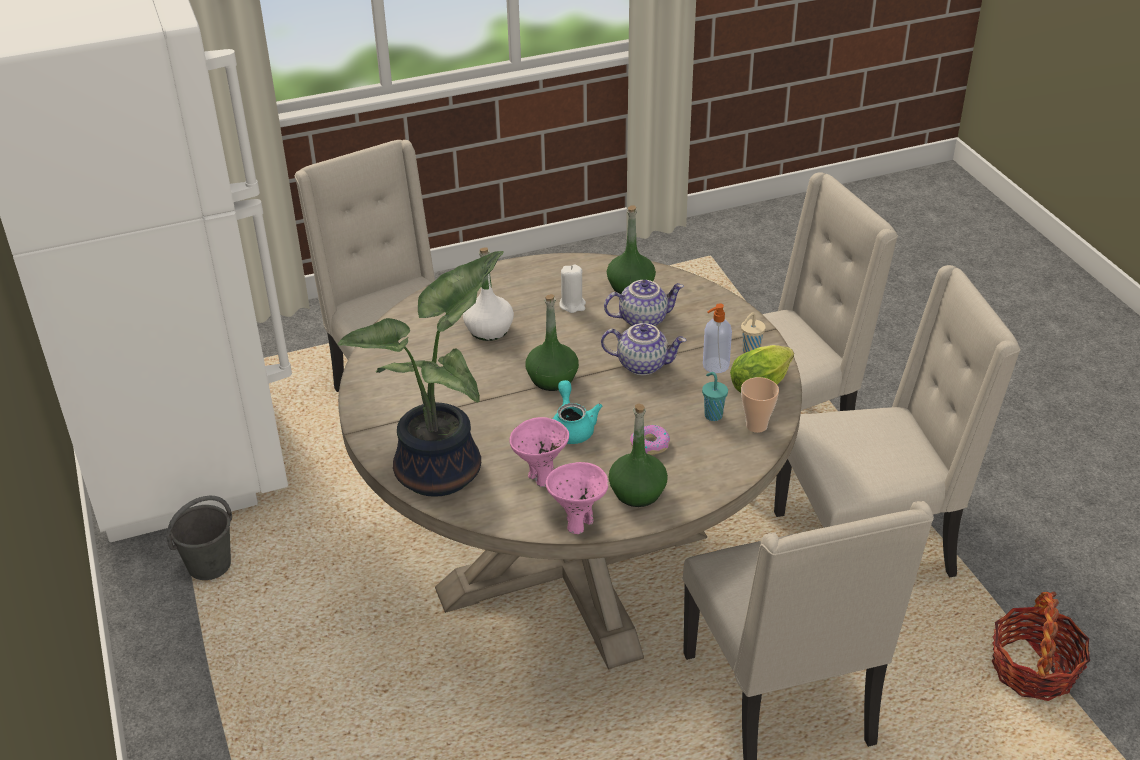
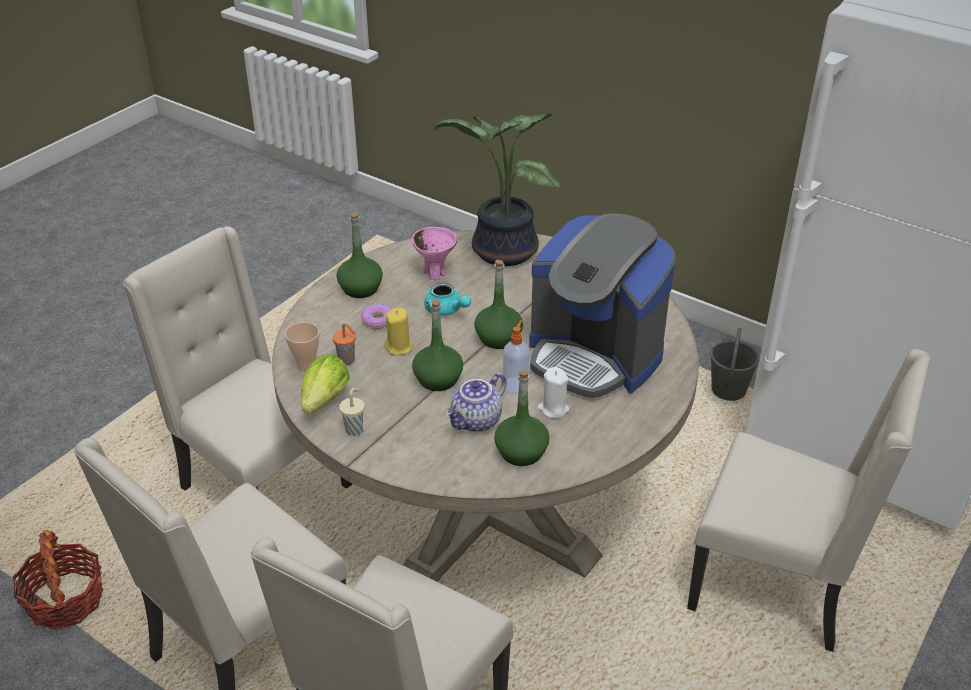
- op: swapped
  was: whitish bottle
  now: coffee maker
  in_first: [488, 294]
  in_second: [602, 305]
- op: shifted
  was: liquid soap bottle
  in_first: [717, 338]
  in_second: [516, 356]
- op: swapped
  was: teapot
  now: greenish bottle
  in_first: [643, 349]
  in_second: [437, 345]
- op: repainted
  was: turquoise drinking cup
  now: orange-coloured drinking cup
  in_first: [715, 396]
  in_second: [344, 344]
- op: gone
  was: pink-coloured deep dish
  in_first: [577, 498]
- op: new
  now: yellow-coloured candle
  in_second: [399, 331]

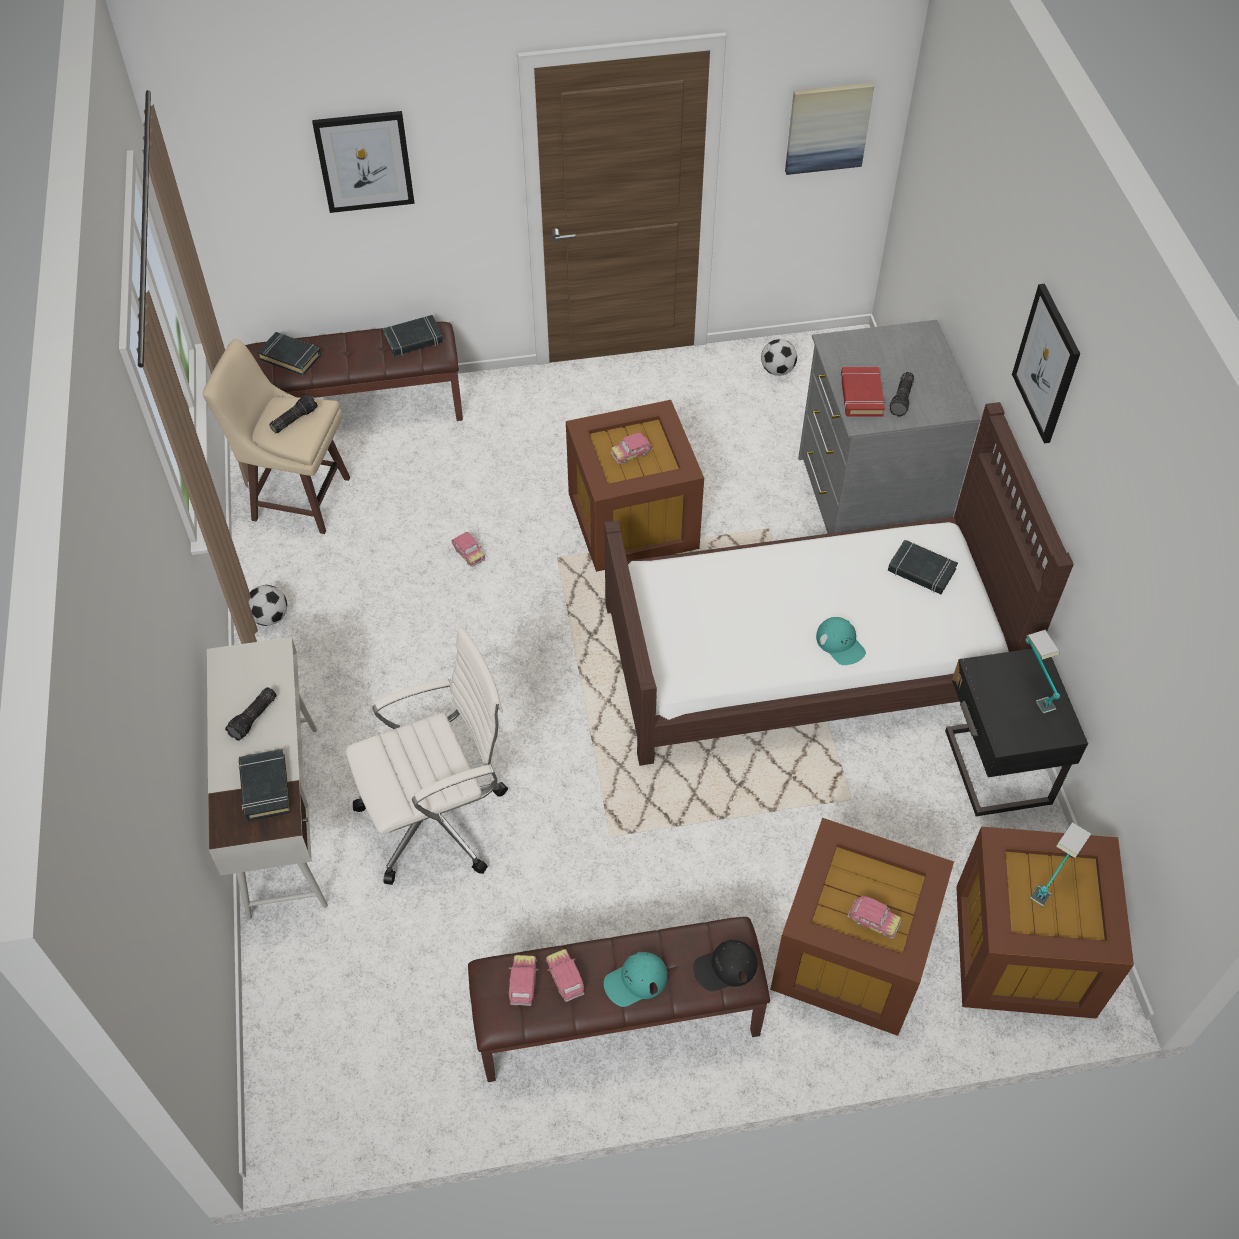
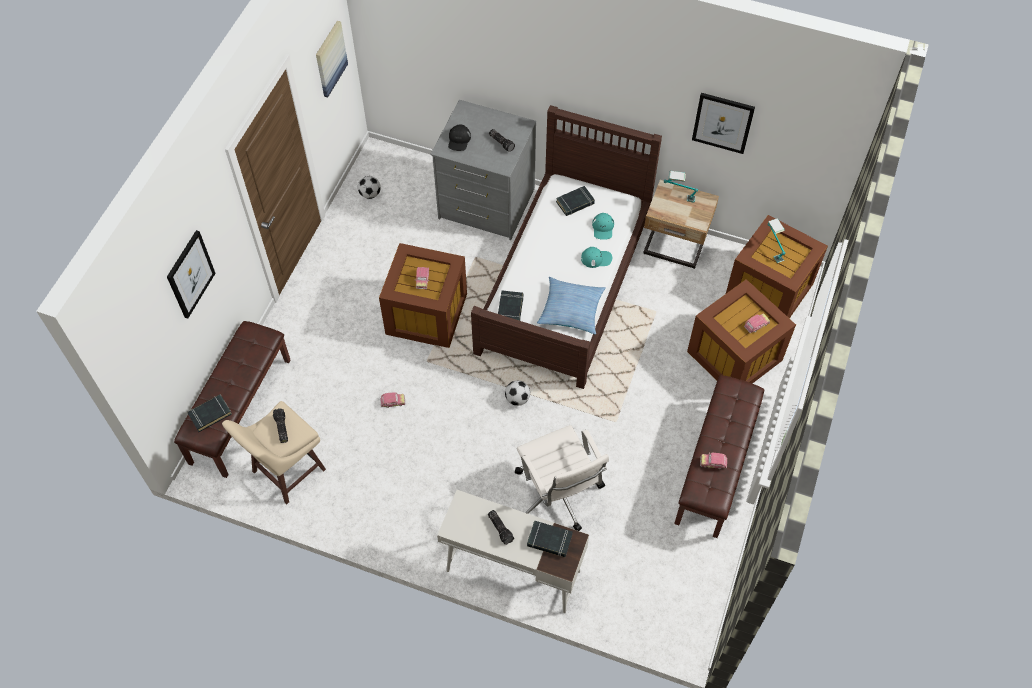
- op: shifted
  was: wall art
  in_first: [1046, 363]
  in_second: [723, 123]
- op: shifted
  was: black-coloured volume
  in_first: [413, 336]
  in_second: [511, 306]
- op: gone
  was: red volume
  in_first: [863, 392]
- op: shifted
  was: football ball
  in_first: [268, 605]
  in_second: [517, 393]
- op: rotated
  was: whitish office chair
  in_first: [427, 756]
  in_second: [562, 478]
  clockwise: 150
- op: repainted
  was: black-coloured bedside table
  now: beige bedside table
  in_first: [1016, 732]
  in_second: [681, 224]
- op: shifted
  was: black-coloured baseball cap
  in_first: [725, 965]
  in_second: [459, 138]
- op: shifted
  was: turquoise baseball cap
  in_first: [636, 979]
  in_second: [603, 226]
- op: gone
  was: toy car
  in_first: [524, 980]
- op: new
  now: cushion
  in_second: [571, 305]

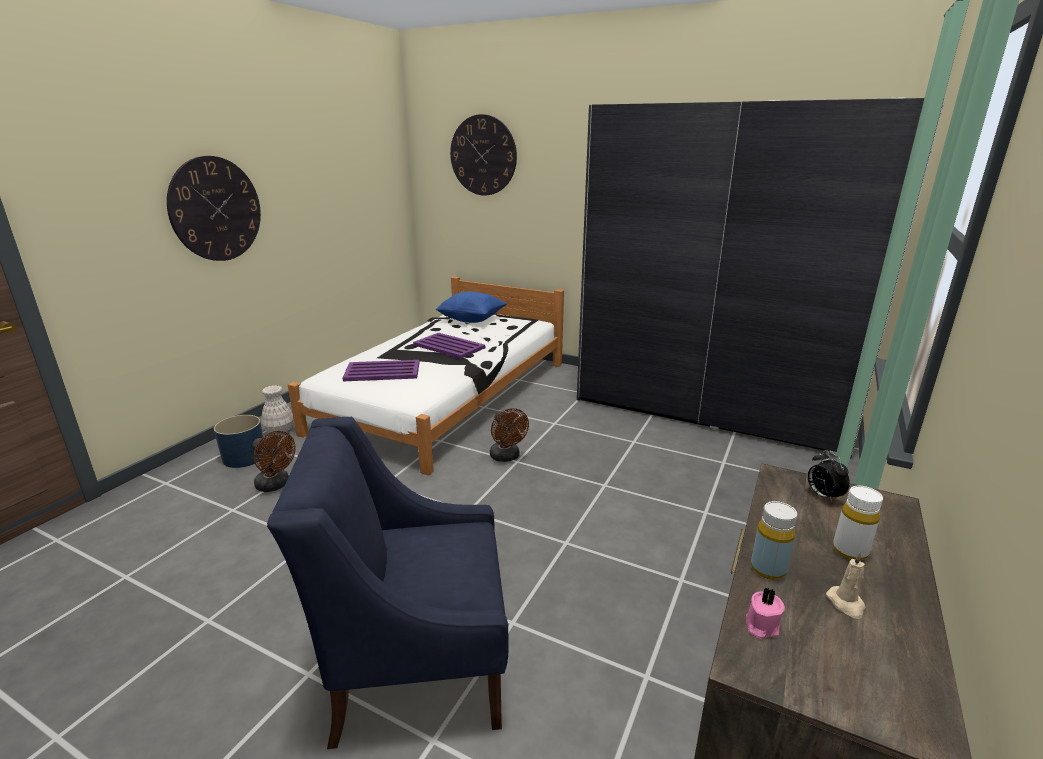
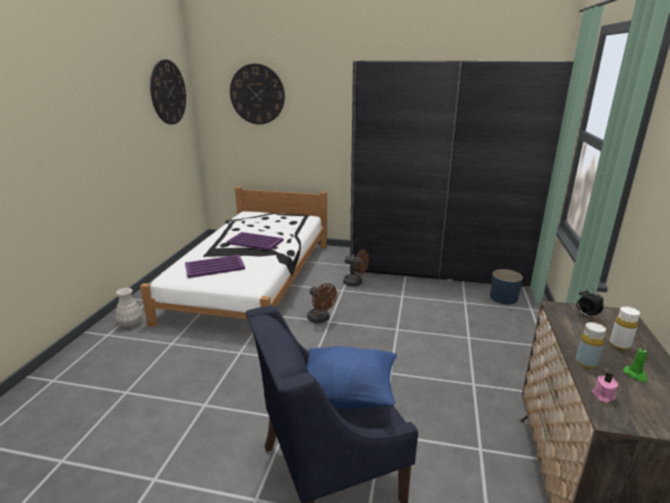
- op: shifted
  was: hanging clock
  in_first: [214, 208]
  in_second: [168, 92]
- op: shifted
  was: blue cushion
  in_first: [471, 307]
  in_second: [352, 377]
- op: shifted
  was: blue plant pot
  in_first: [238, 441]
  in_second: [506, 286]
- op: shifted
  was: brown-coloured cooling fan
  in_first: [274, 461]
  in_second: [356, 267]
- op: repainted
  was: beige candle
  now: greenish candle
  in_first: [846, 585]
  in_second: [635, 363]

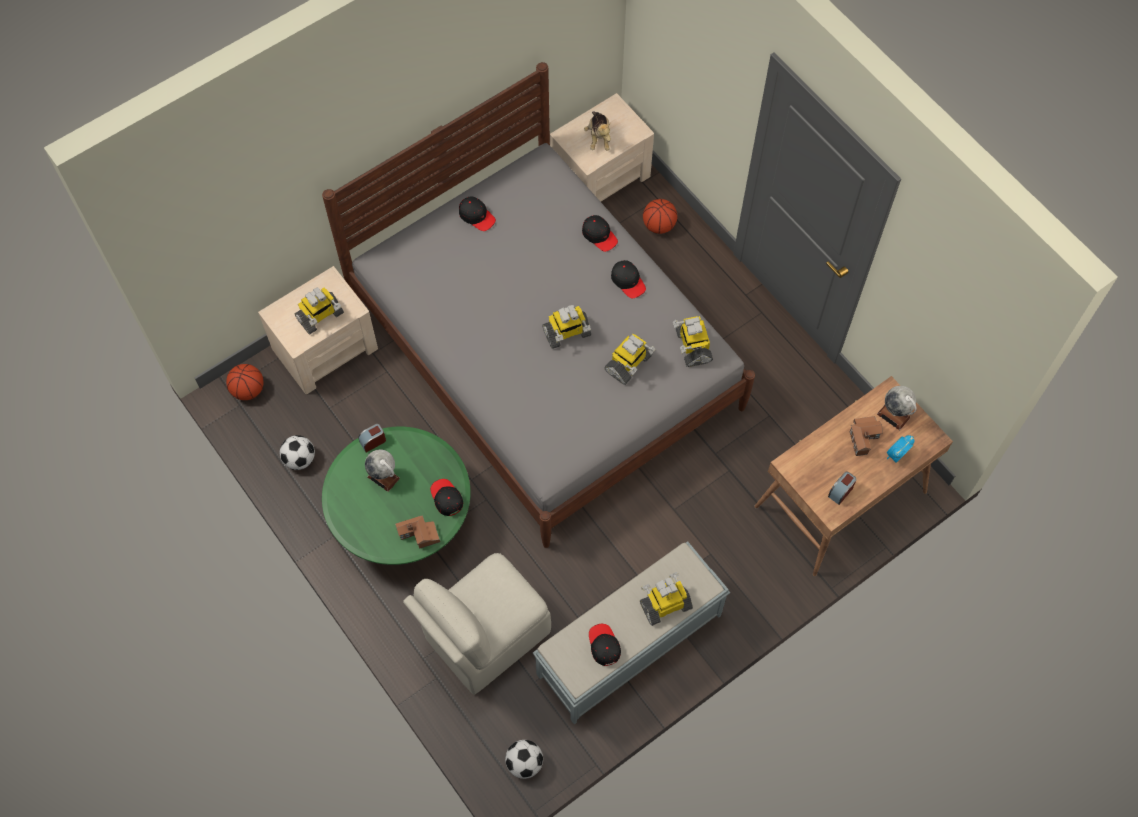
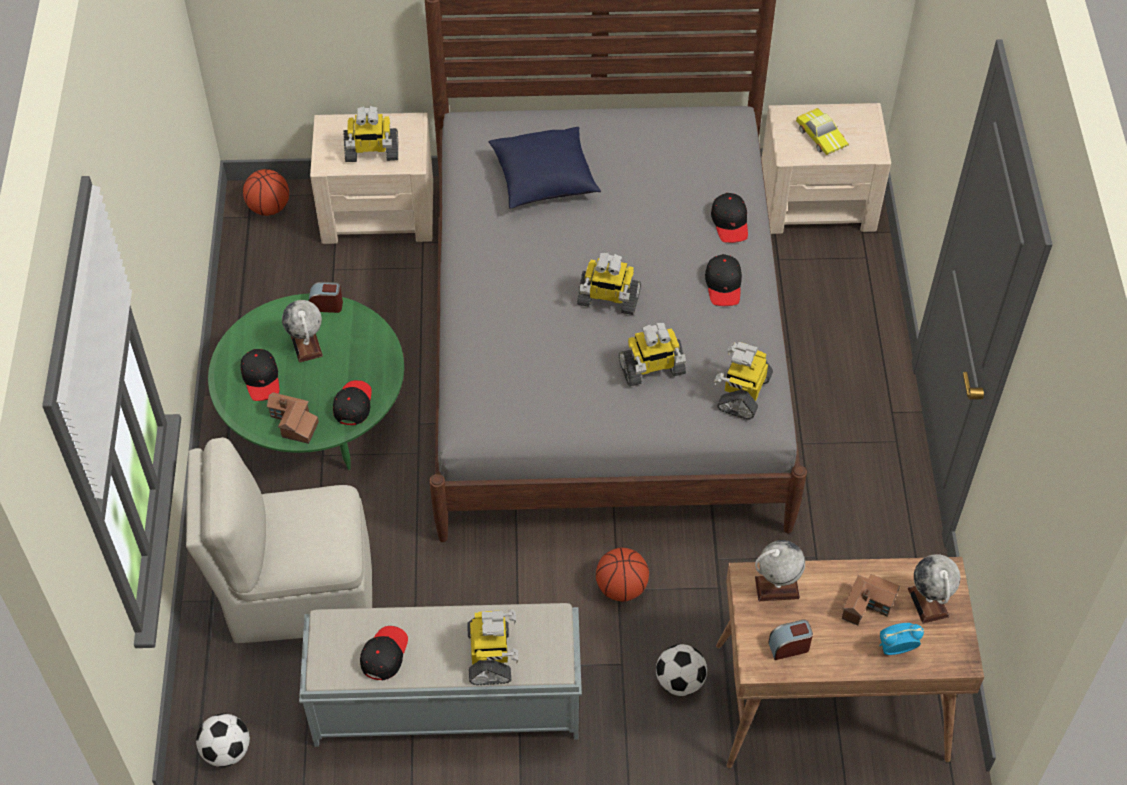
- op: swapped
  was: cuddly toy
  now: toy car
  in_first: [597, 131]
  in_second: [822, 131]
- op: shifted
  was: black-coloured baseball cap
  in_first: [477, 213]
  in_second: [259, 375]
- op: shifted
  was: basketball
  in_first: [660, 216]
  in_second: [622, 575]
- op: shifted
  was: football ball
  in_first: [297, 452]
  in_second: [681, 670]
- op: rotated
  was: model robot
  in_first: [666, 599]
  in_second: [492, 647]
  clockwise: 75
- op: new
  now: blue cushion
  in_second: [545, 168]
- op: new
  now: globe
  in_second: [780, 570]

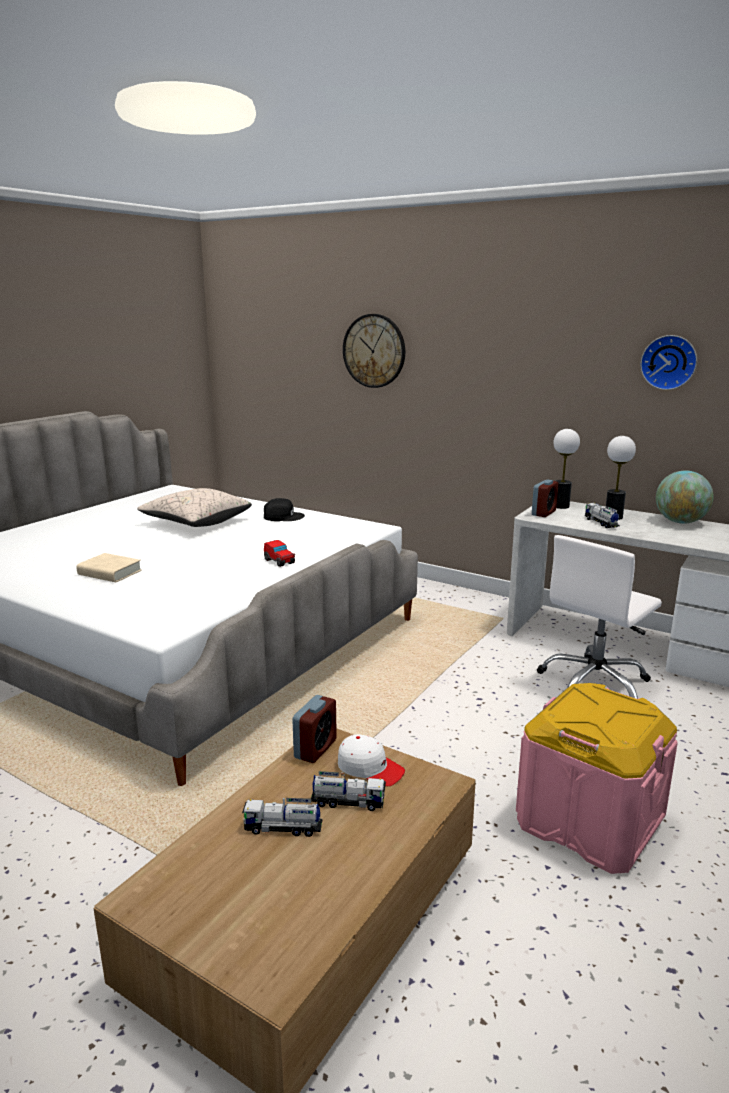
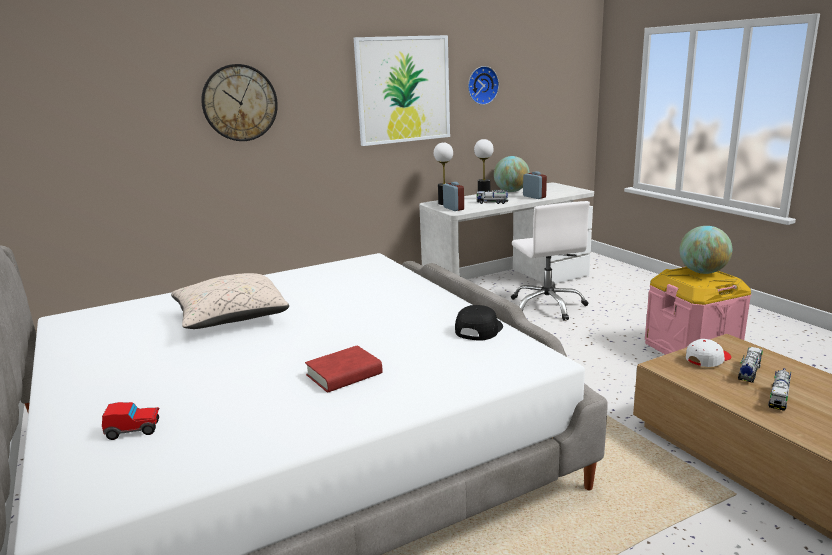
- op: shifted
  was: black-coloured baseball cap
  in_first: [284, 509]
  in_second: [479, 323]
- op: shifted
  was: toy car
  in_first: [279, 553]
  in_second: [131, 421]
- op: repainted
  was: beige volume
  now: red volume
  in_first: [109, 567]
  in_second: [344, 369]
- op: shifted
  was: bedside clock
  in_first: [314, 729]
  in_second: [535, 185]
- op: new
  now: wall art
  in_second: [402, 90]
- op: new
  now: globe
  in_second: [705, 250]

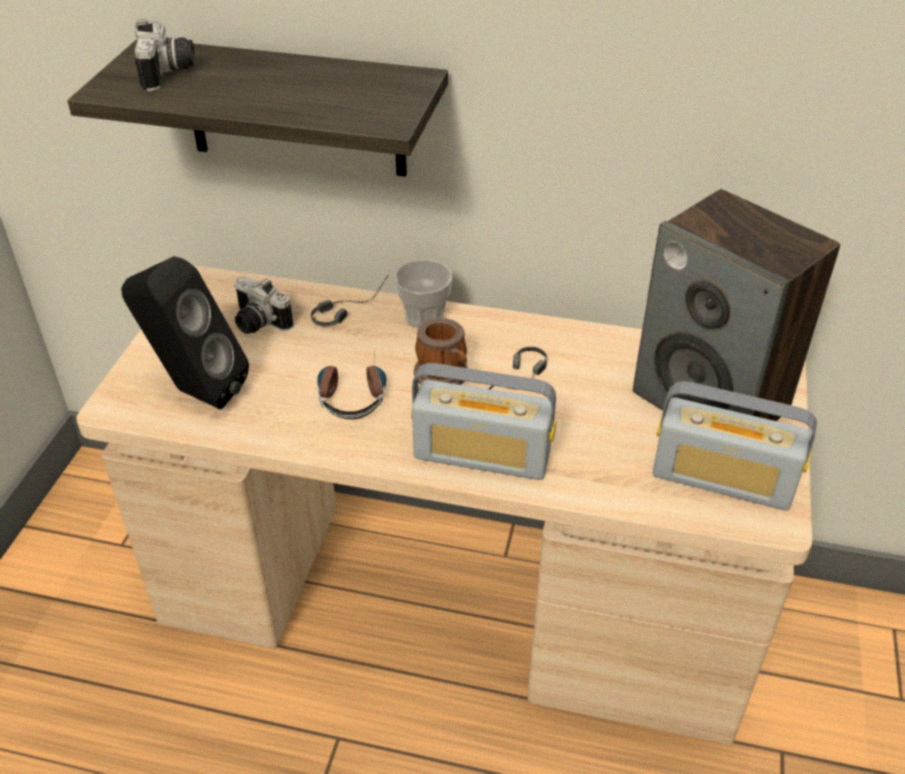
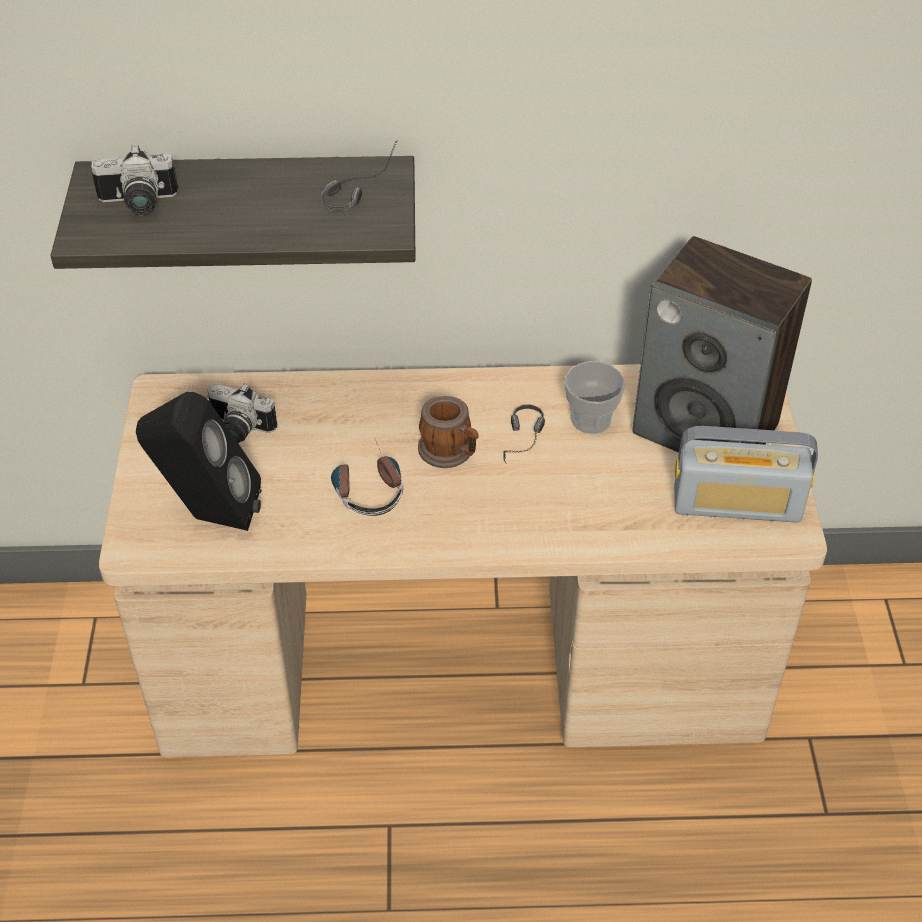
- op: rotated
  was: photo camera
  in_first: [165, 55]
  in_second: [134, 180]
  clockwise: 105
- op: shifted
  was: drinking cup
  in_first: [423, 294]
  in_second: [595, 397]
- op: shifted
  was: headphones
  in_first: [349, 302]
  in_second: [359, 176]
- op: gone
  was: radio set
  in_first: [483, 421]

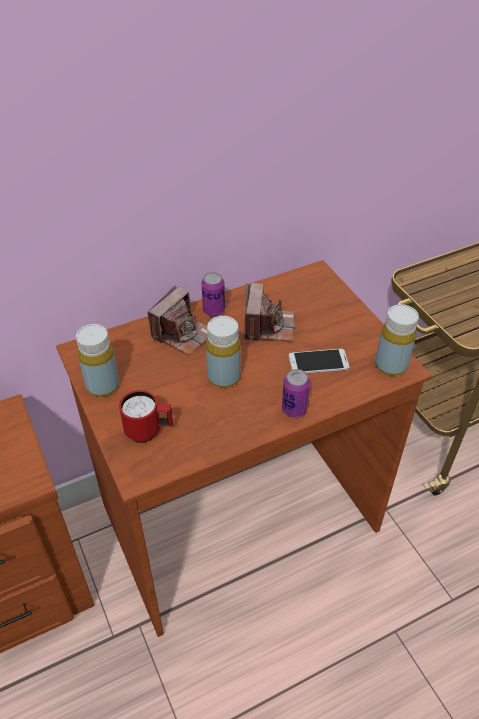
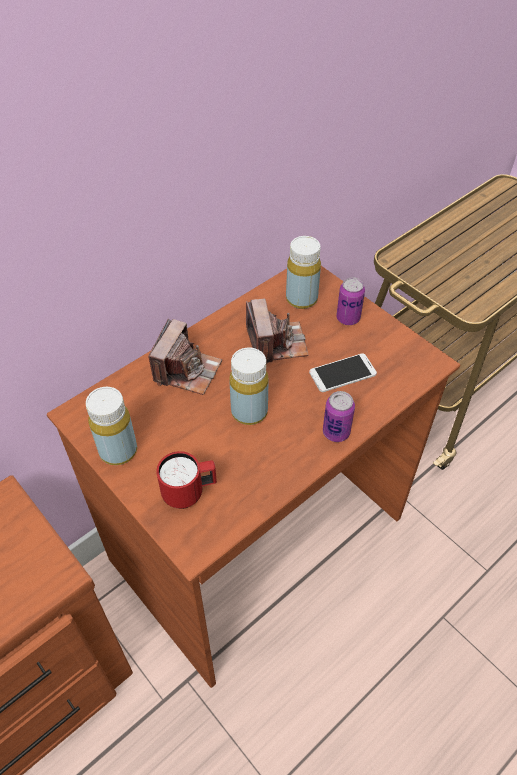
- op: shifted
  was: can
  in_first: [213, 294]
  in_second: [350, 301]
- op: shifted
  was: yellow-coloured bottle
  in_first: [397, 340]
  in_second: [303, 272]

